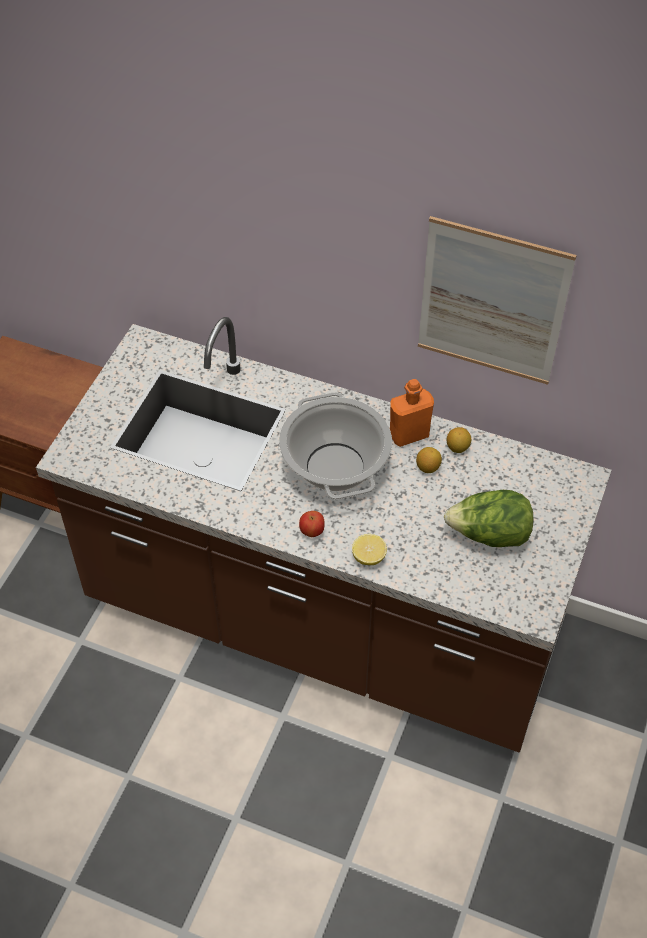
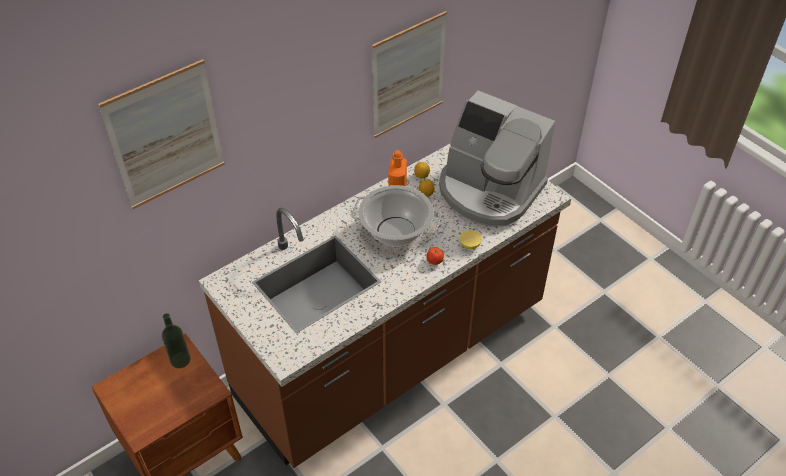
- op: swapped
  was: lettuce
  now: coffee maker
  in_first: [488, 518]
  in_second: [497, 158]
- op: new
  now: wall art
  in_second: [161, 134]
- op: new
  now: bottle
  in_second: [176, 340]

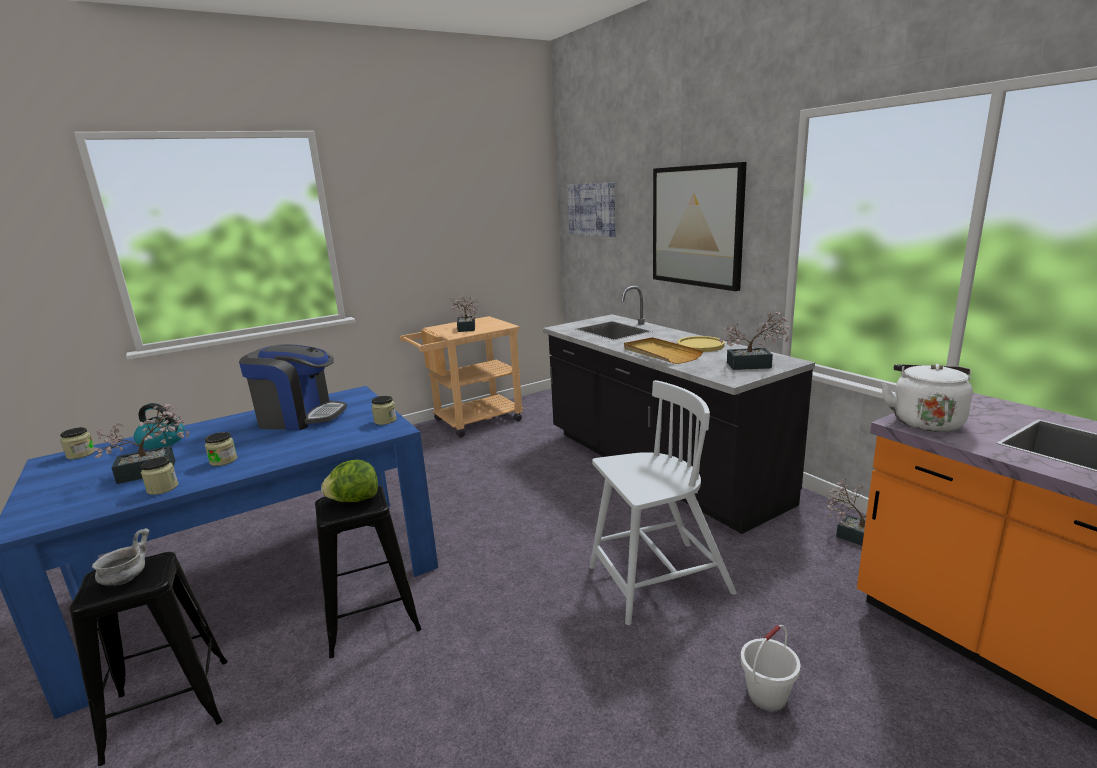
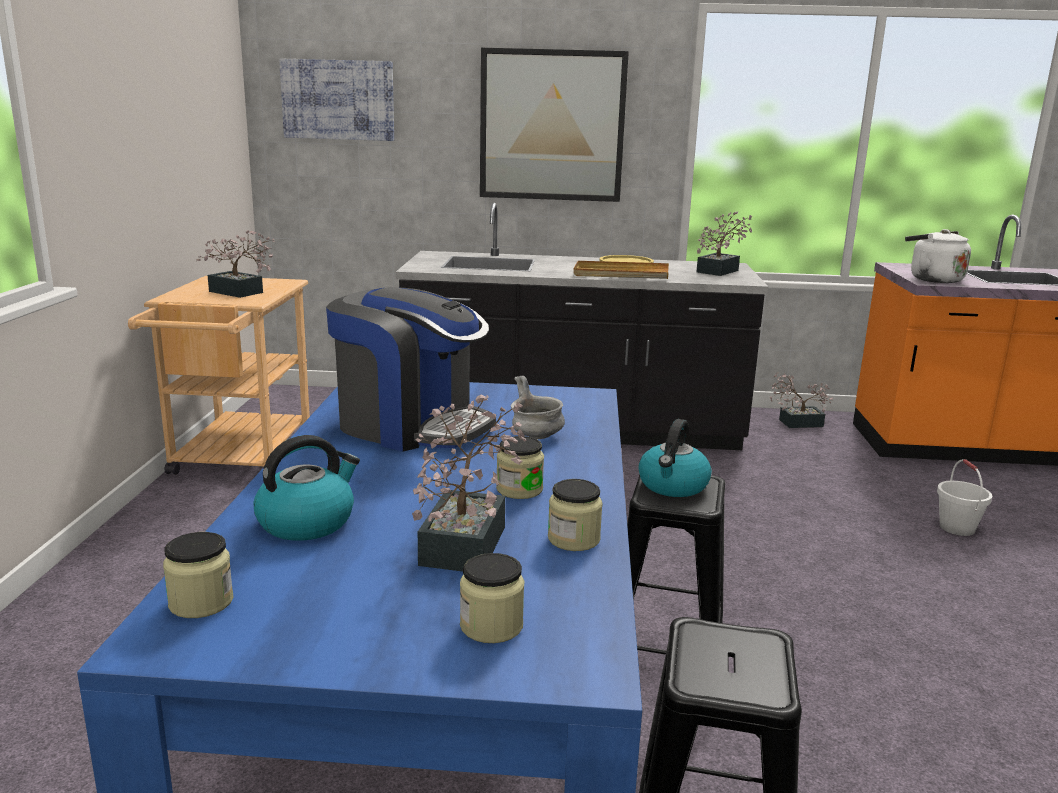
- op: rotated
  was: coffee maker
  in_first: [293, 387]
  in_second: [411, 369]
  clockwise: 75
- op: gone
  was: whitish chair
  in_first: [663, 502]
- op: shifted
  was: storage jar
  in_first: [383, 410]
  in_second: [492, 598]
- op: swapped
  was: lettuce
  now: tea kettle
  in_first: [349, 480]
  in_second: [675, 458]
- op: shifted
  was: gray deep dish
  in_first: [121, 557]
  in_second: [538, 407]

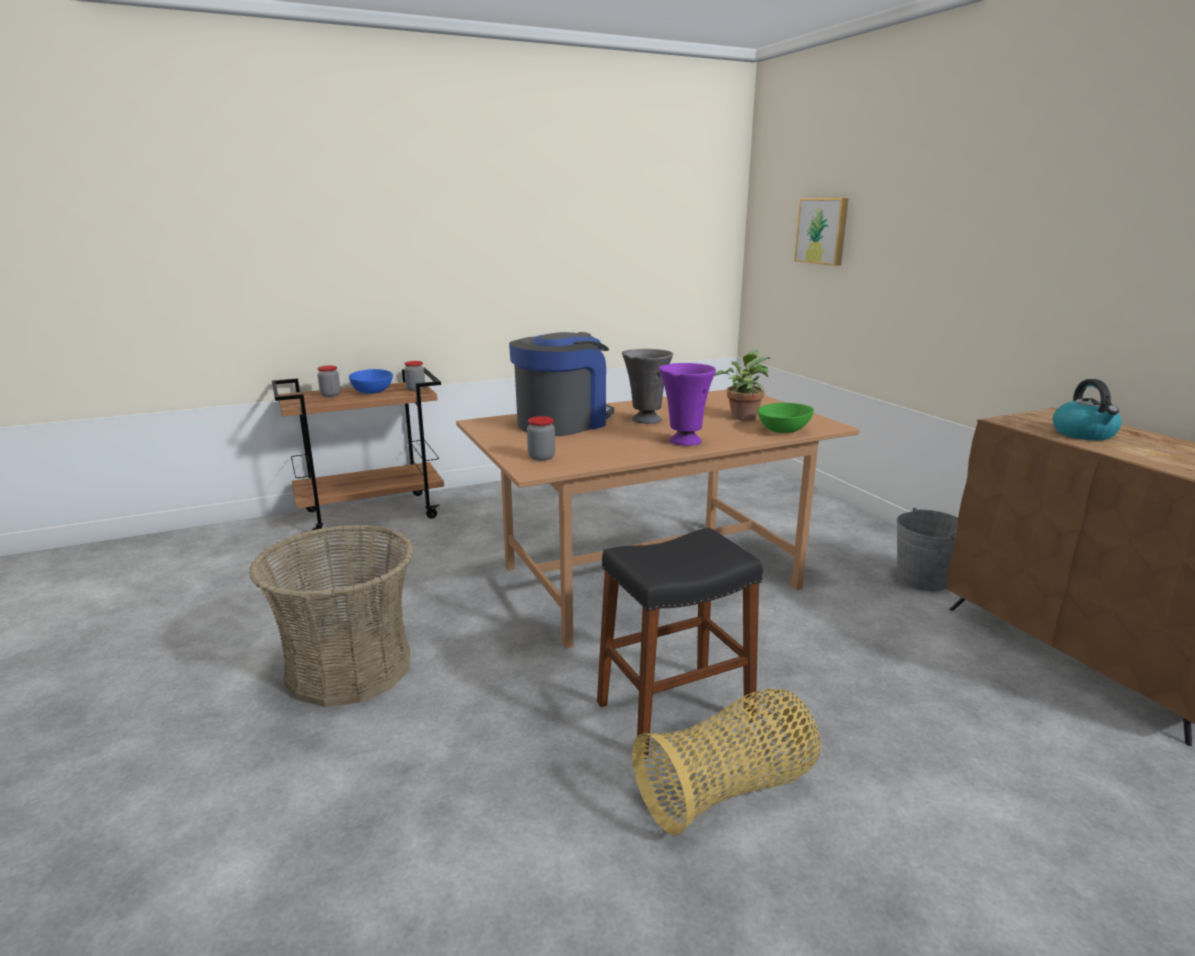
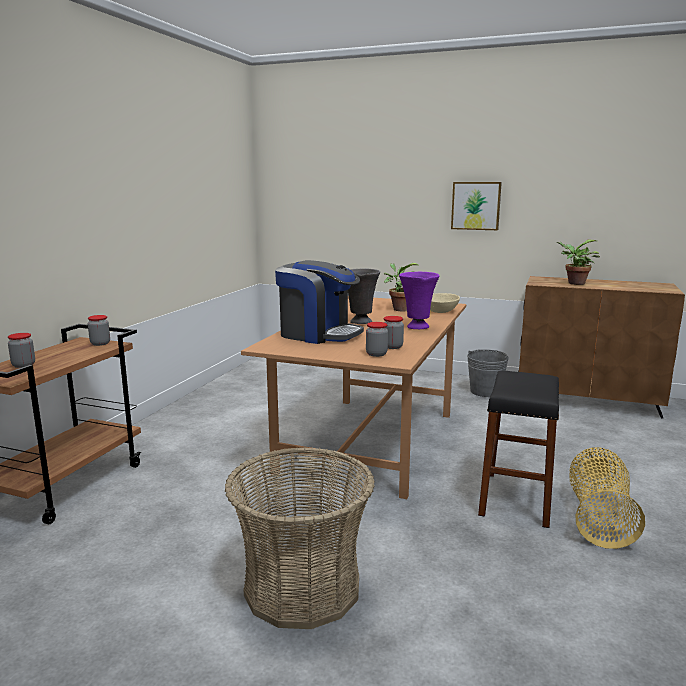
- op: shifted
  was: wall art
  in_first: [821, 232]
  in_second: [476, 206]
- op: rotated
  was: coffee maker
  in_first: [561, 384]
  in_second: [319, 302]
  clockwise: 120
- op: gone
  was: blue deep dish
  in_first: [371, 381]
- op: swapped
  was: tea kettle
  now: plant in a pot
  in_first: [1087, 409]
  in_second: [578, 262]
- op: repainted
  was: greenish deep dish
  now: beige deep dish
  in_first: [786, 418]
  in_second: [445, 303]
- op: new
  now: storage jar
  in_second: [394, 332]

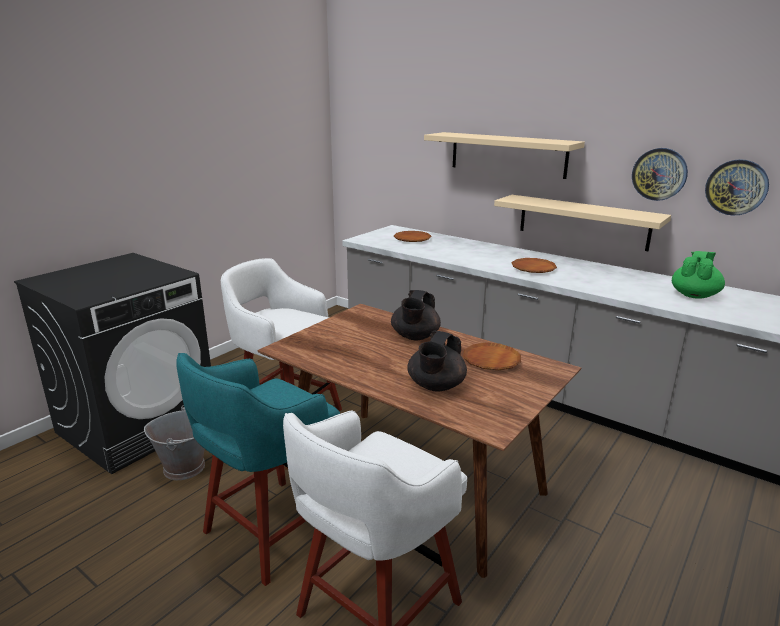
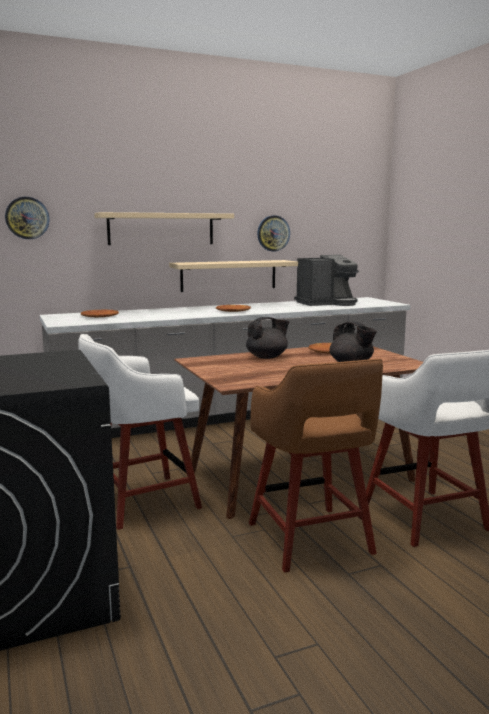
- op: shifted
  was: hanging clock
  in_first: [737, 187]
  in_second: [27, 218]
- op: swapped
  was: greenish teapot
  now: coffee maker
  in_first: [698, 275]
  in_second: [326, 280]
- op: rotated
  was: black-coloured teapot
  in_first: [416, 315]
  in_second: [267, 338]
  clockwise: -75
- op: repainted
  was: turquoise sitting stool
  now: brown-coloured sitting stool
  in_first: [258, 469]
  in_second: [316, 466]
- op: gone
  was: gray bucket
  in_first: [174, 442]

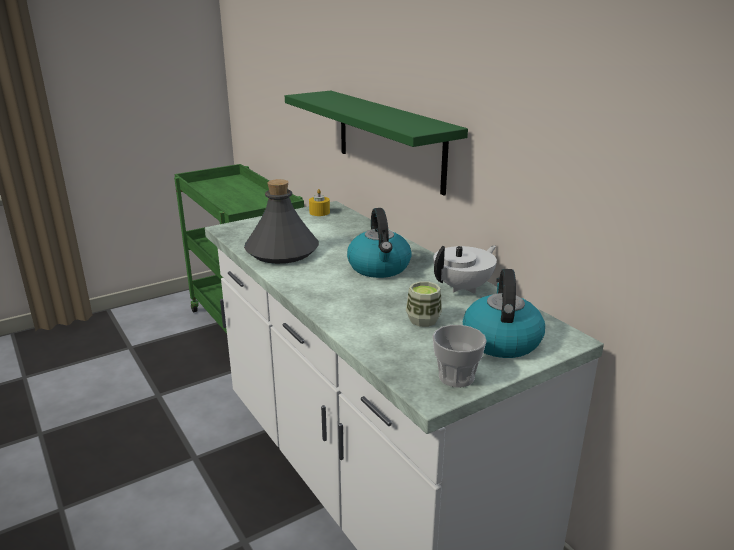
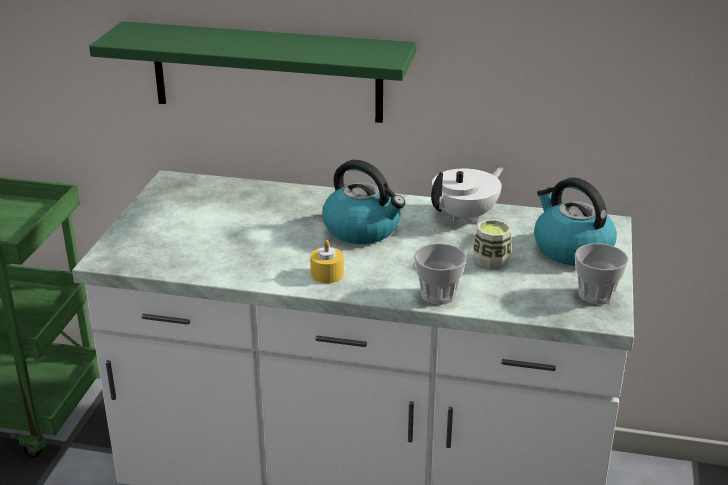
- op: gone
  was: gray bottle
  in_first: [281, 221]
- op: shifted
  was: yellow-coloured candle
  in_first: [319, 202]
  in_second: [327, 261]
- op: rotated
  was: whitish teapot
  in_first: [465, 269]
  in_second: [467, 195]
  clockwise: 45
- op: new
  now: drinking cup
  in_second: [440, 274]

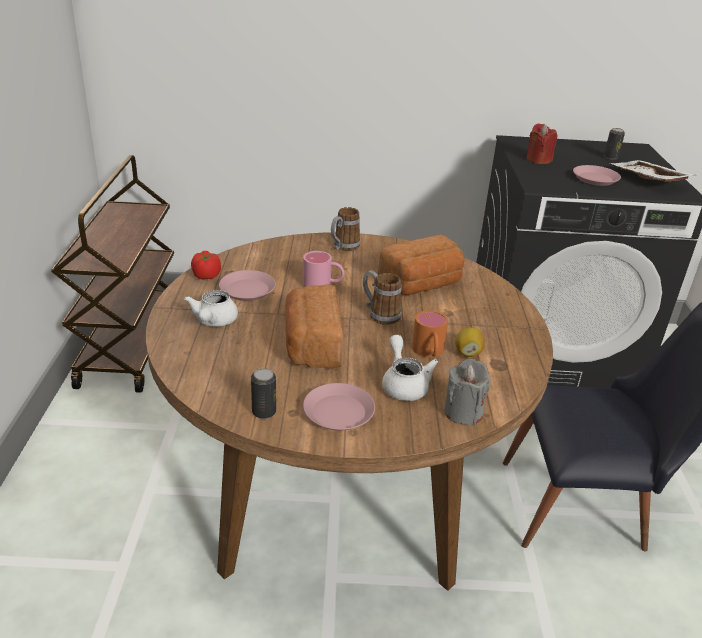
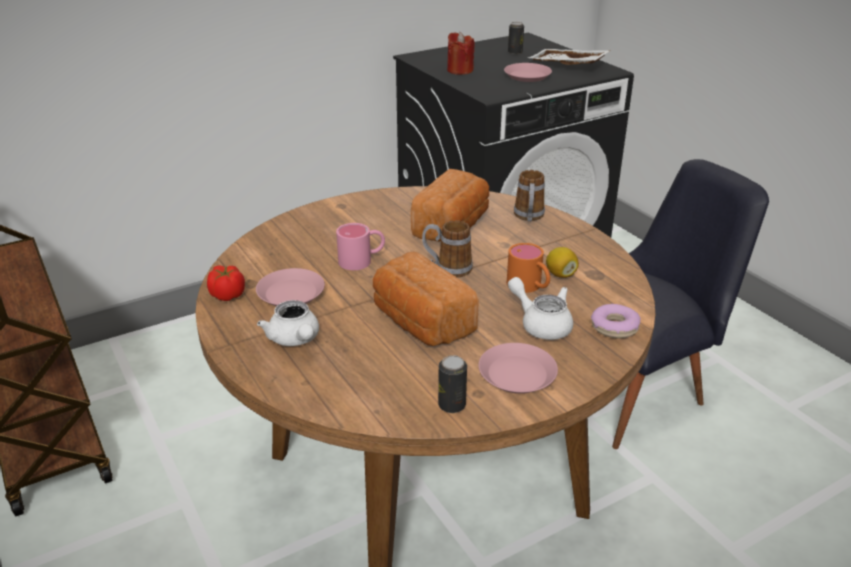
- op: shifted
  was: tea mug
  in_first: [345, 229]
  in_second: [529, 195]
- op: swapped
  was: gray candle
  now: doughnut
  in_first: [467, 392]
  in_second: [616, 321]

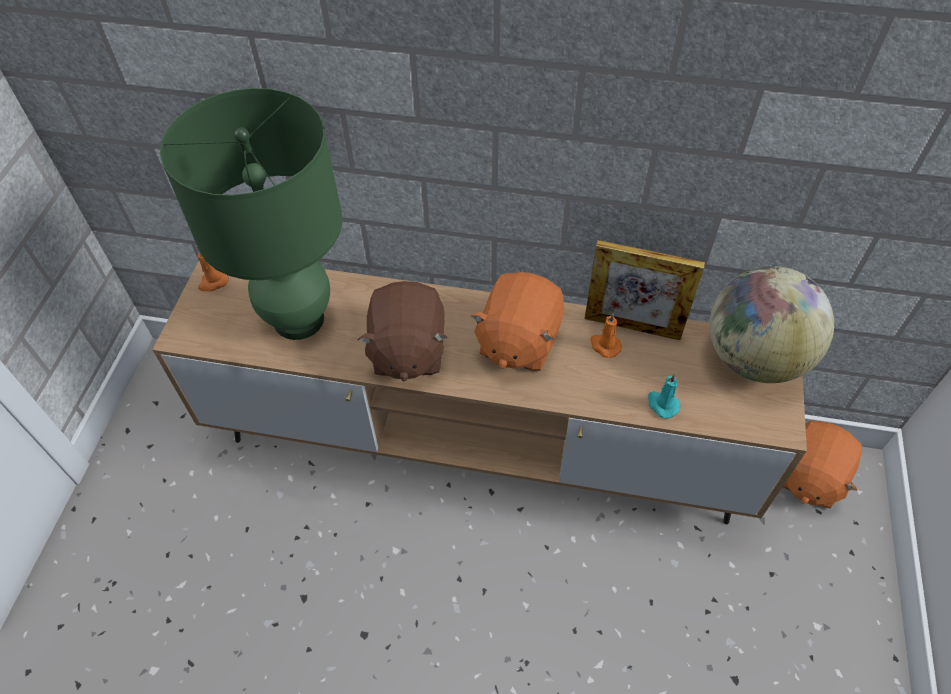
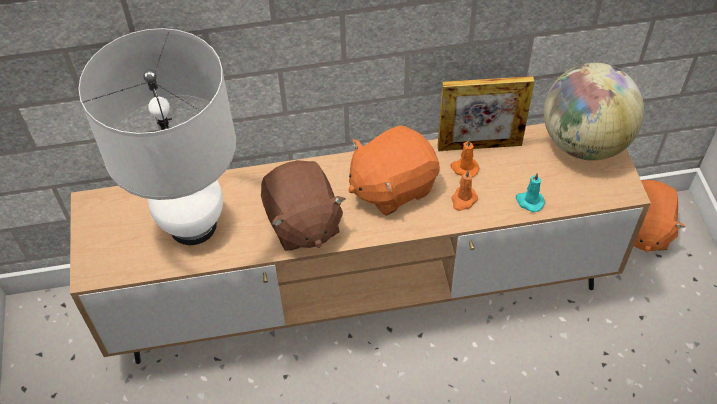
- op: repainted
  was: greenish tabletop lamp
  now: whitish tabletop lamp
  in_first: [251, 214]
  in_second: [157, 136]
- op: shifted
  was: orange-coloured candle
  in_first: [213, 272]
  in_second: [464, 190]
- op: rotated
  was: orange-coloured cuddly toy
  in_first: [517, 321]
  in_second: [394, 170]
  clockwise: 60

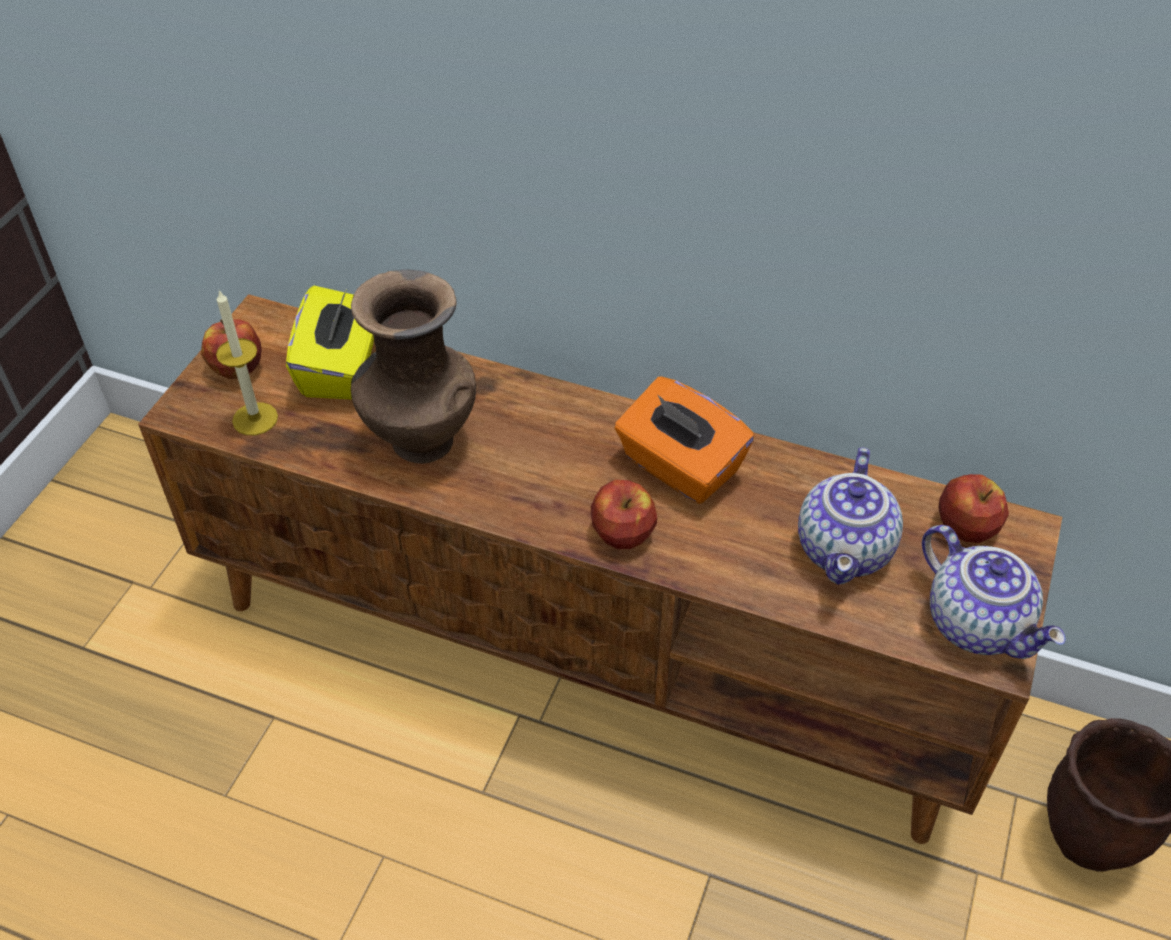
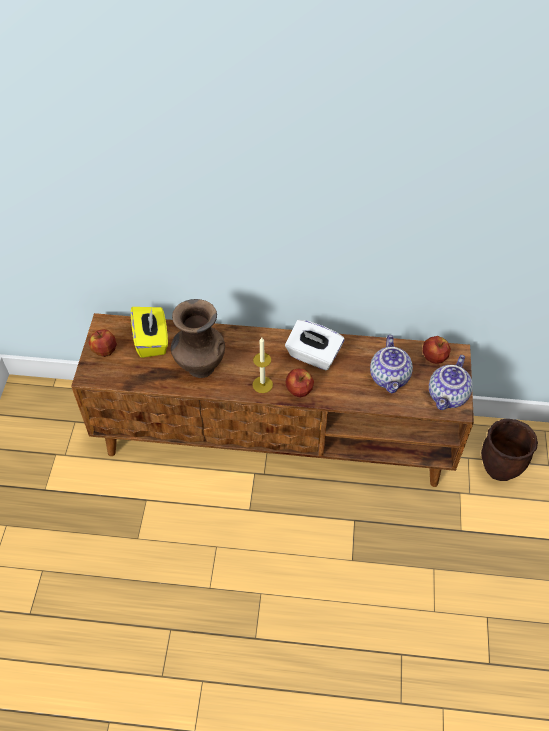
- op: shifted
  was: candle
  in_first: [247, 362]
  in_second: [263, 365]
- op: repainted
  was: orange-coloured box of tissues
  now: whitish box of tissues
  in_first: [684, 440]
  in_second: [314, 345]
- op: rotated
  was: teapot
  in_first: [994, 592]
  in_second: [451, 382]
  clockwise: 75

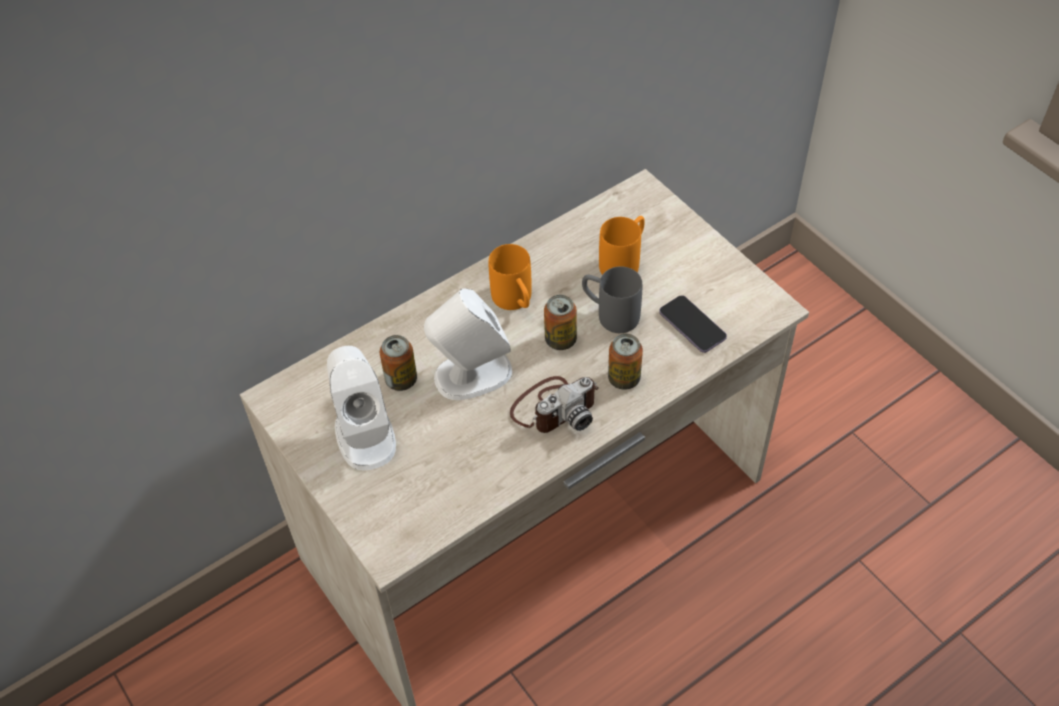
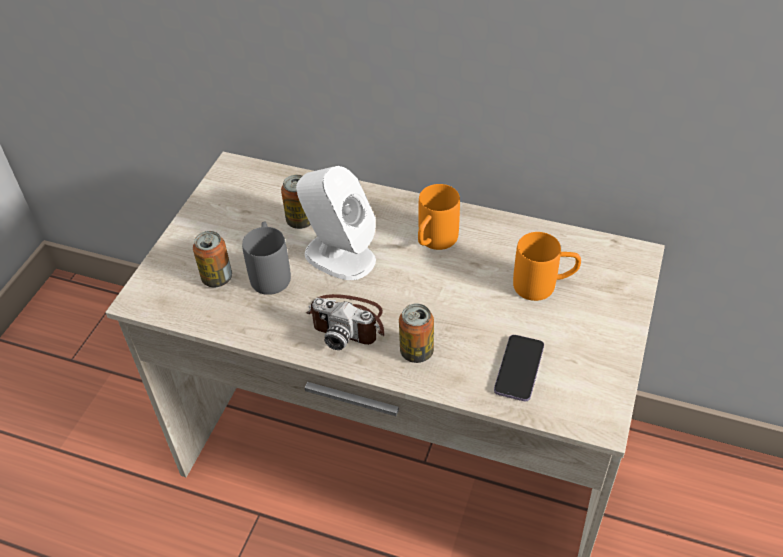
- op: shifted
  was: gray tea mug
  in_first: [612, 299]
  in_second: [266, 258]
- op: shifted
  was: can
  in_first: [560, 322]
  in_second: [212, 259]
- op: gone
  was: whitish audio speaker
  in_first: [361, 408]

